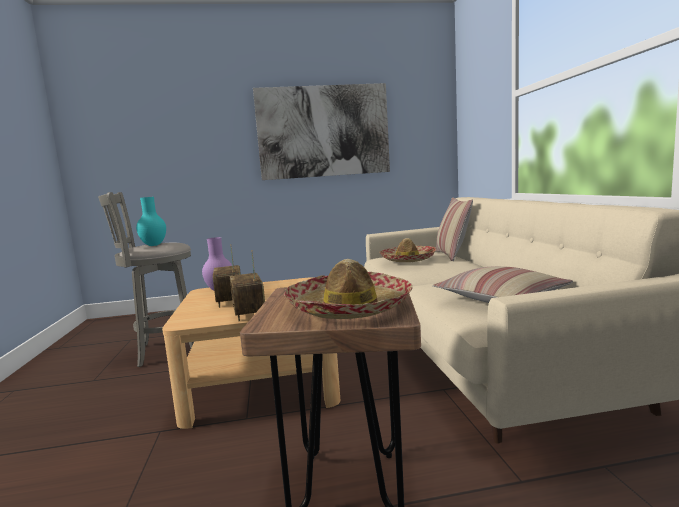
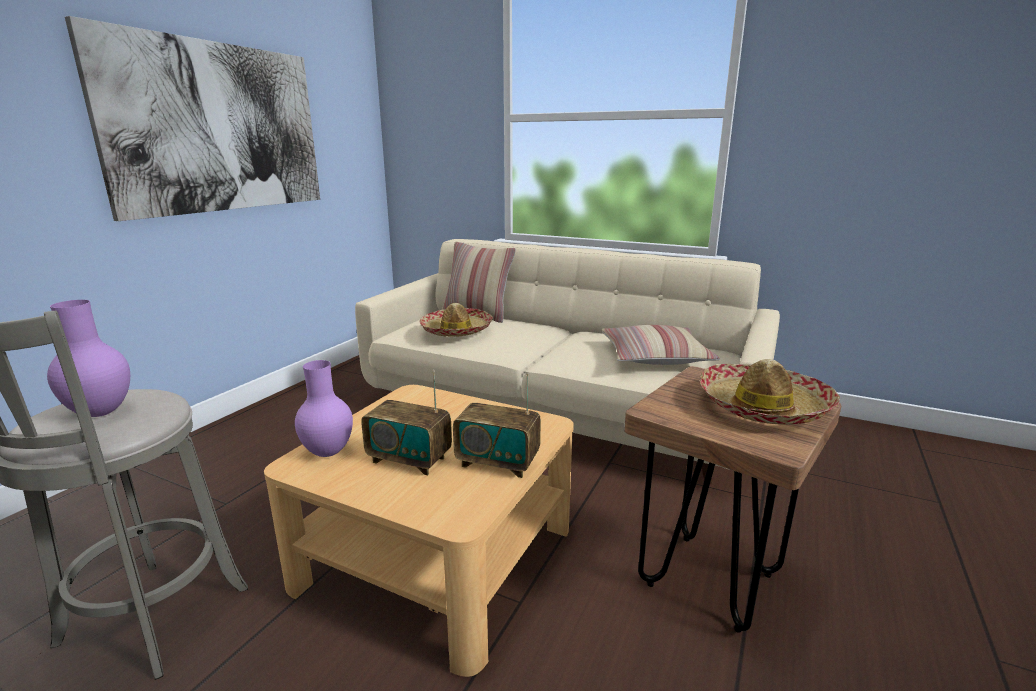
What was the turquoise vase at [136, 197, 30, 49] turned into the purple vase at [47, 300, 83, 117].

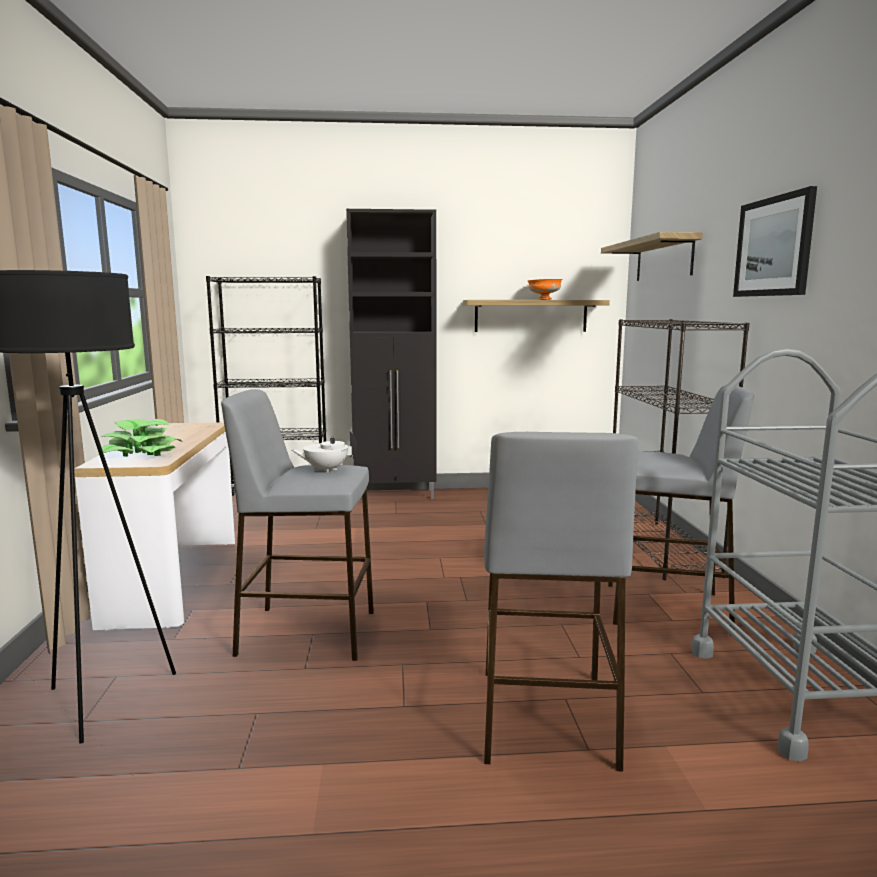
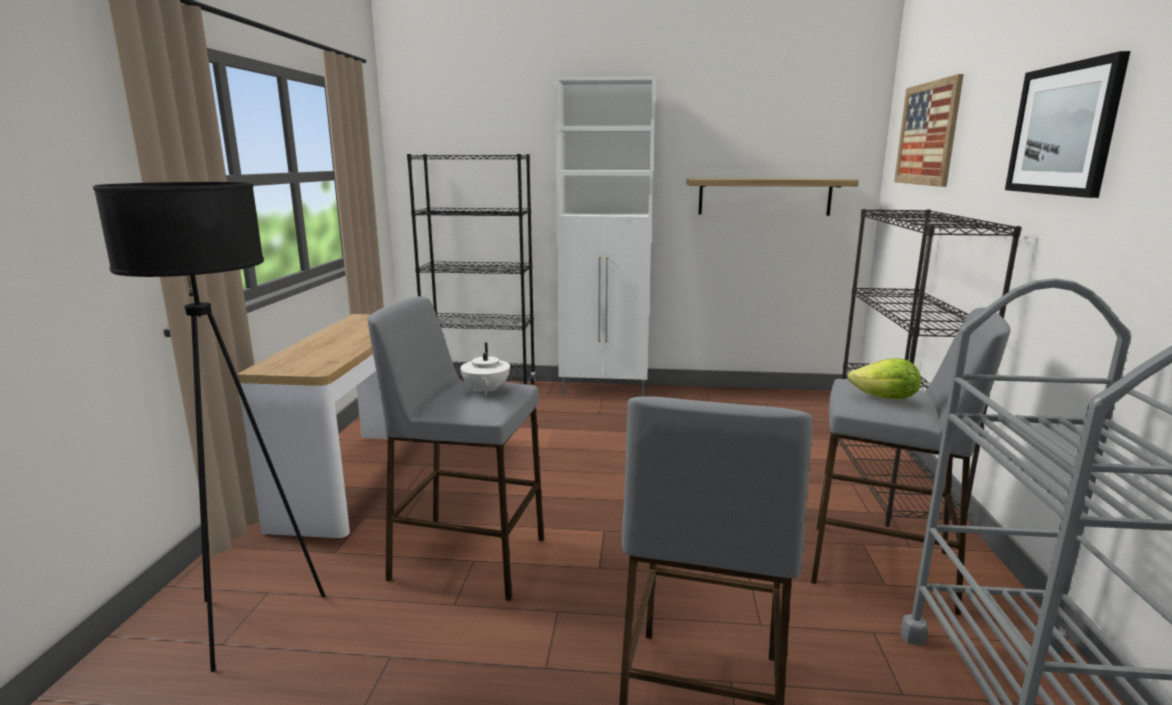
The second view lost the potted plant at [98, 419, 84, 38].
The second view lost the orange bowl at [527, 279, 35, 21].
The second view gained the lettuce at [848, 359, 73, 40].
Where the shelf hung at [601, 232, 102, 49], the picture came to hang at [894, 74, 70, 113].
What was the black cabinet at [346, 209, 91, 292] turned into the white cabinet at [555, 76, 101, 320].
The white teapot at [290, 431, 67, 42] ended up facing another way, 90 degrees counterclockwise from before.

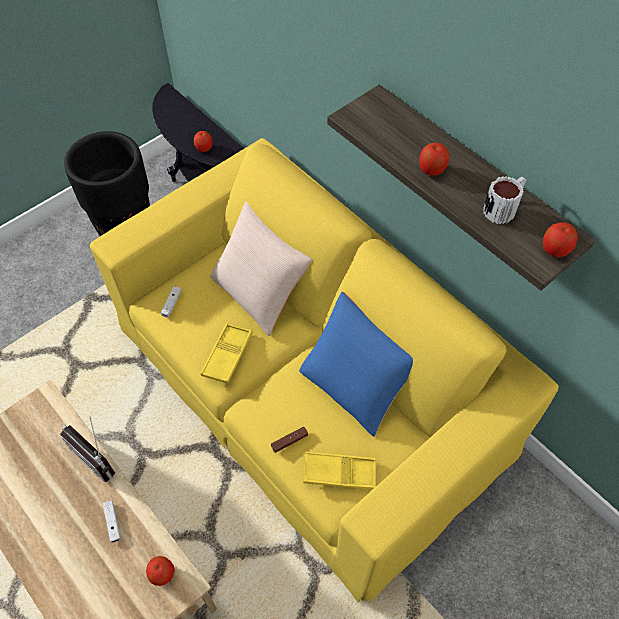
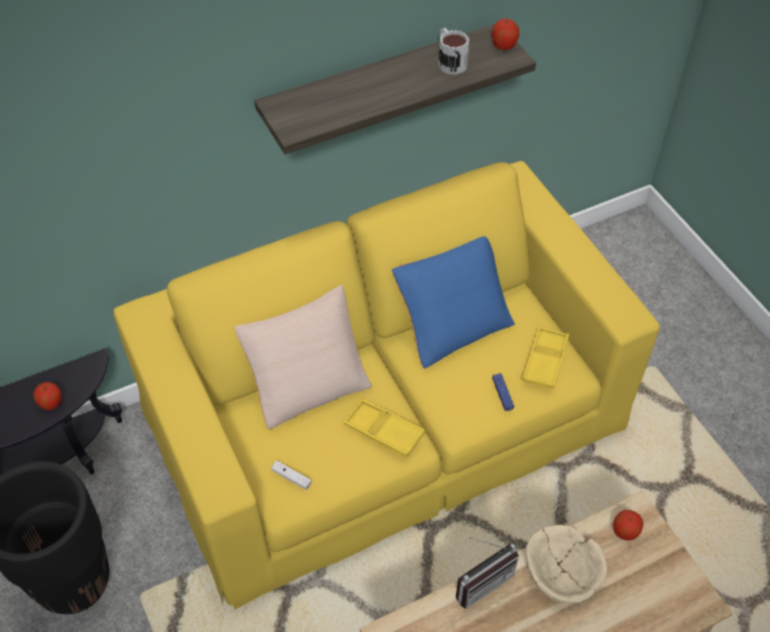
The second view lost the apple at [419, 143, 30, 32].
Where the white game controller stood at [103, 500, 18, 43], the beige bowl came to stand at [526, 525, 81, 78].
What was the brown game controller at [271, 426, 37, 27] turned into the blue game controller at [492, 374, 22, 37].

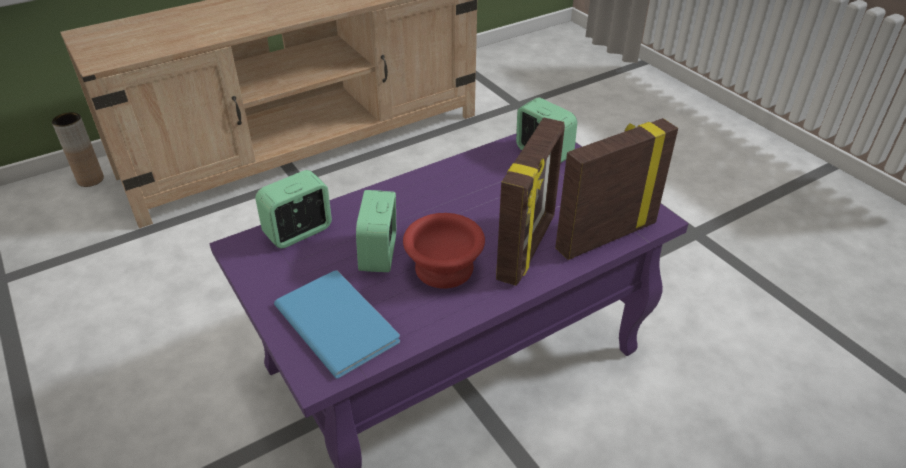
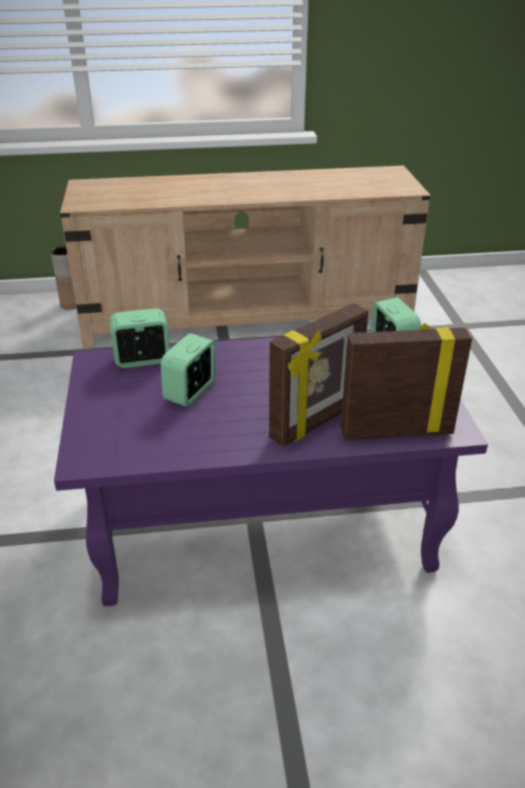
The second view lost the blue book at [274, 270, 126, 108].
The second view lost the red bowl at [403, 213, 82, 76].

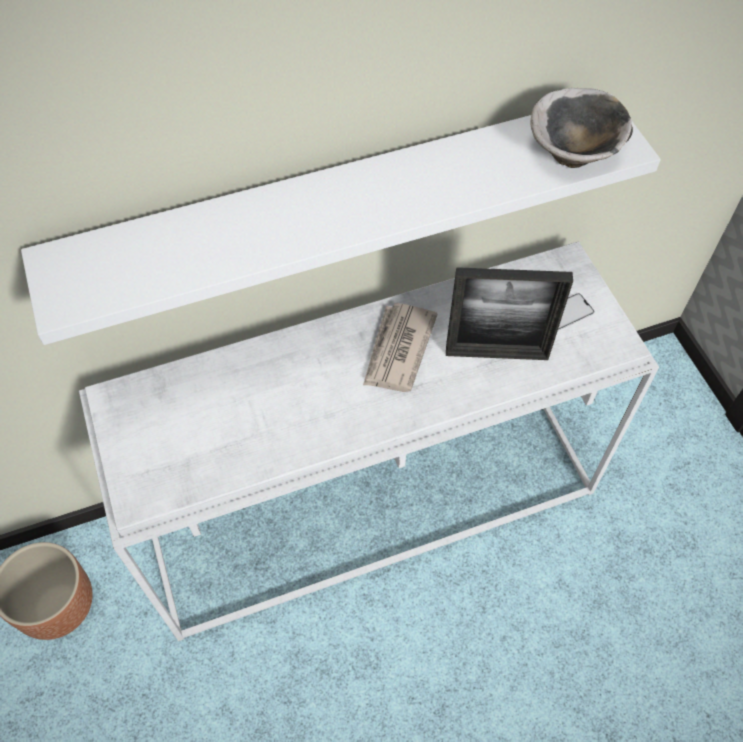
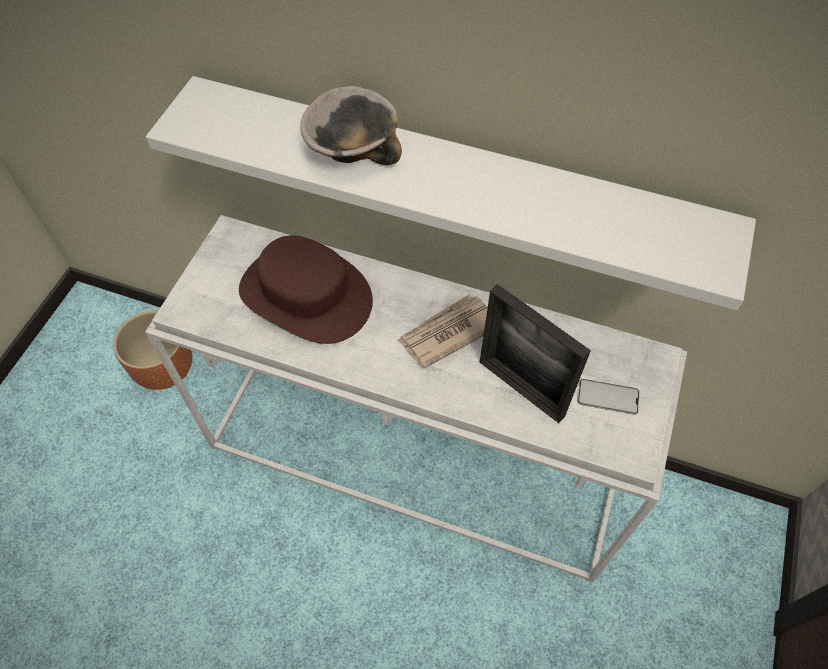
The second view gained the brown hat at [239, 235, 134, 109].
The bowl ended up elsewhere, having gone from [530, 88, 103, 80] to [300, 86, 102, 79].

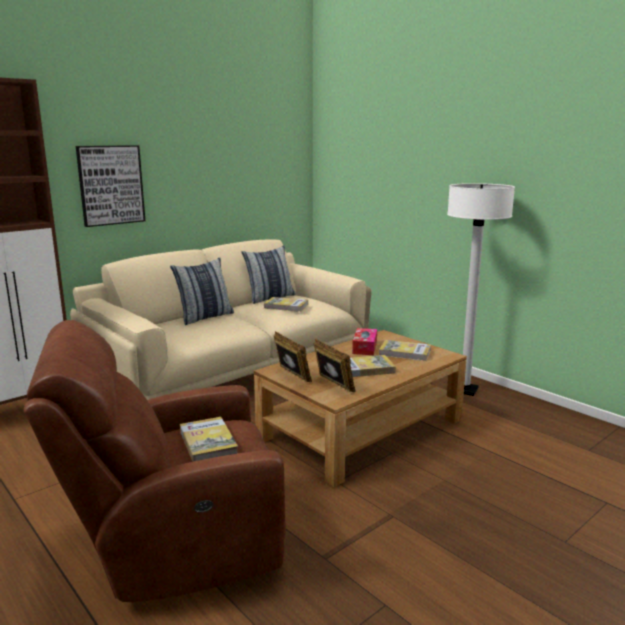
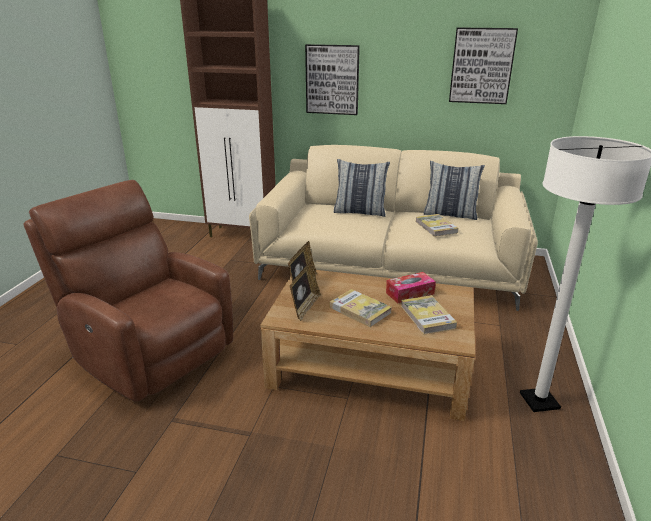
The second view lost the book at [180, 417, 58, 45].
The second view gained the picture at [449, 27, 69, 77].

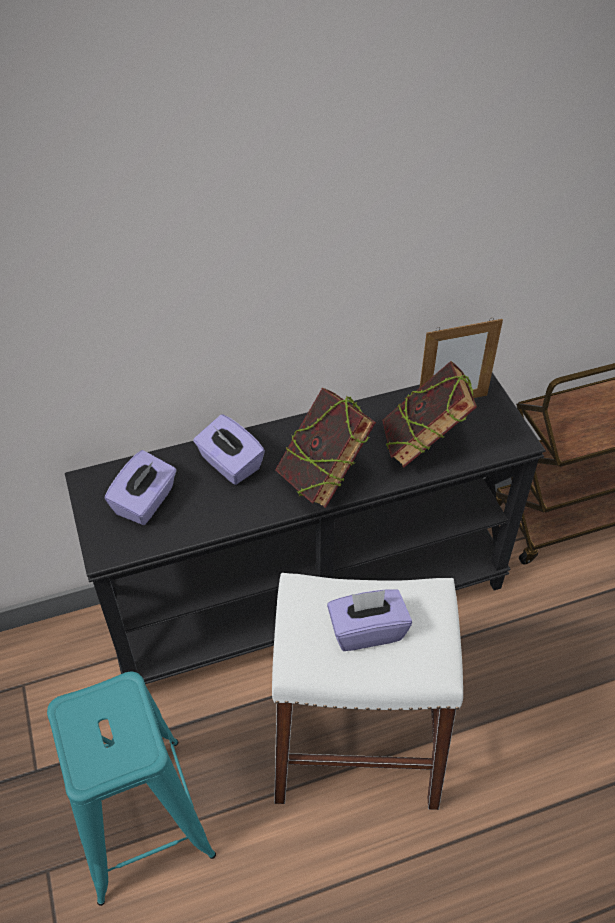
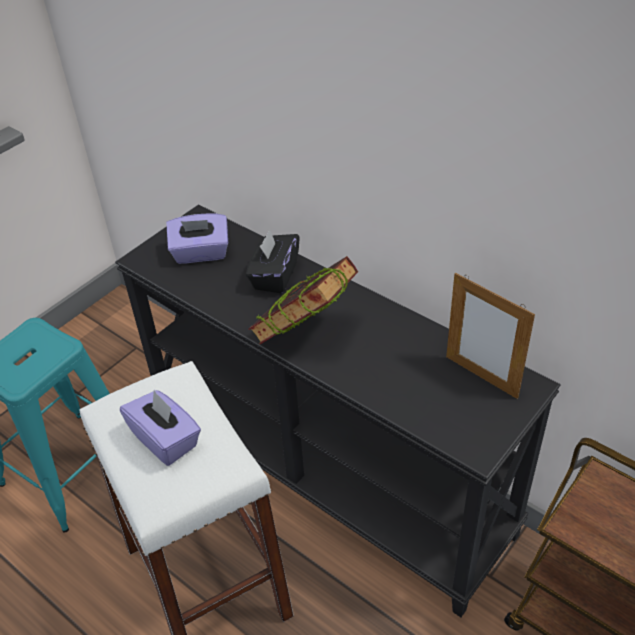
The second view lost the book at [382, 361, 95, 107].
What was the purple tissue box at [193, 414, 72, 71] turned into the black tissue box at [246, 230, 54, 63].

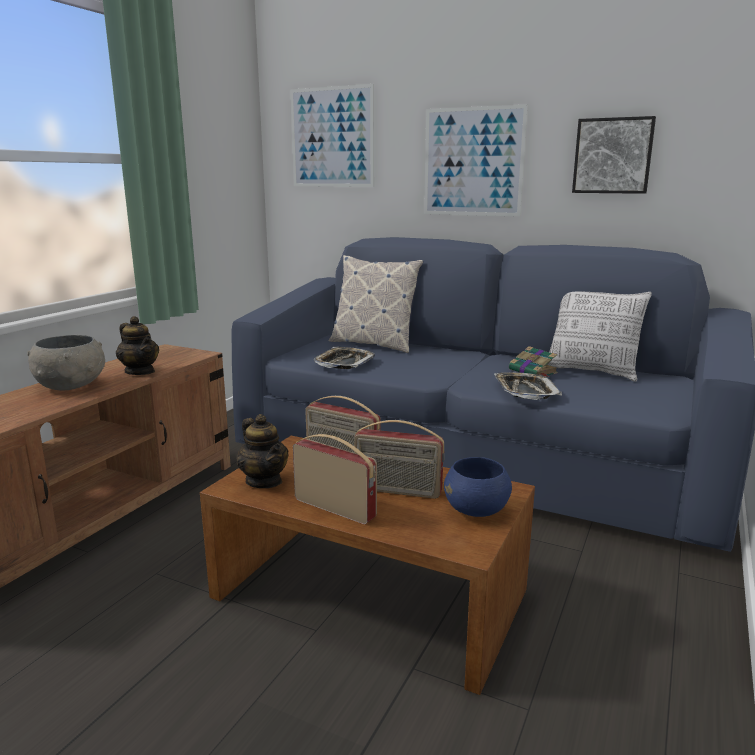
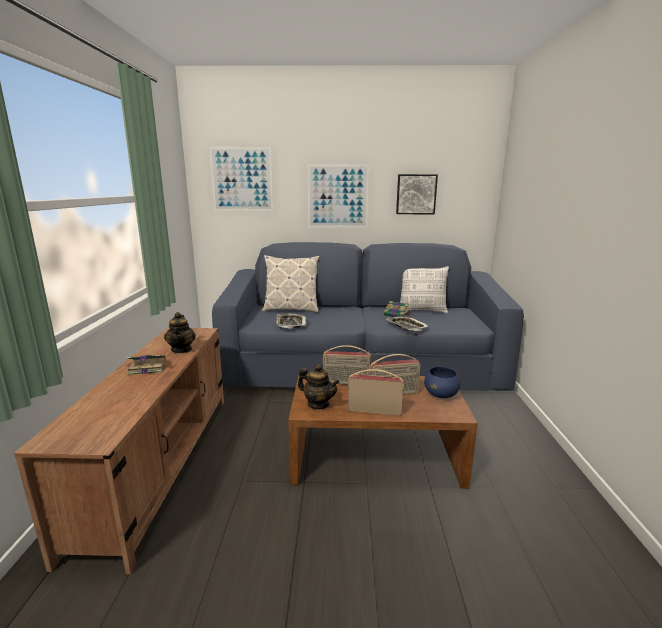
Where the grey bowl stood at [28, 335, 77, 56], the book came to stand at [125, 355, 41, 20].
The teapot at [116, 316, 43, 59] ended up facing another way, 60 degrees clockwise from before.

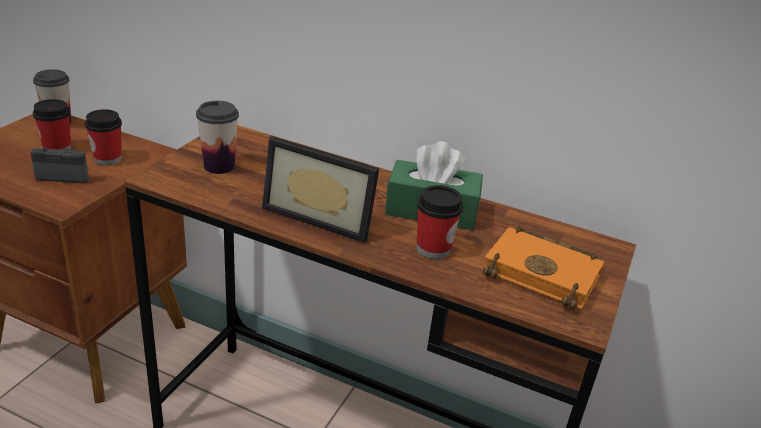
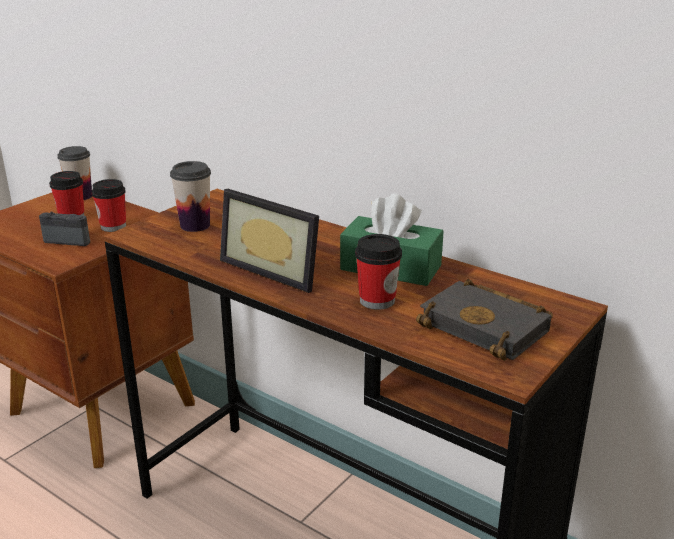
What was the orange book at [482, 226, 122, 84] turned into the black book at [416, 279, 137, 82].

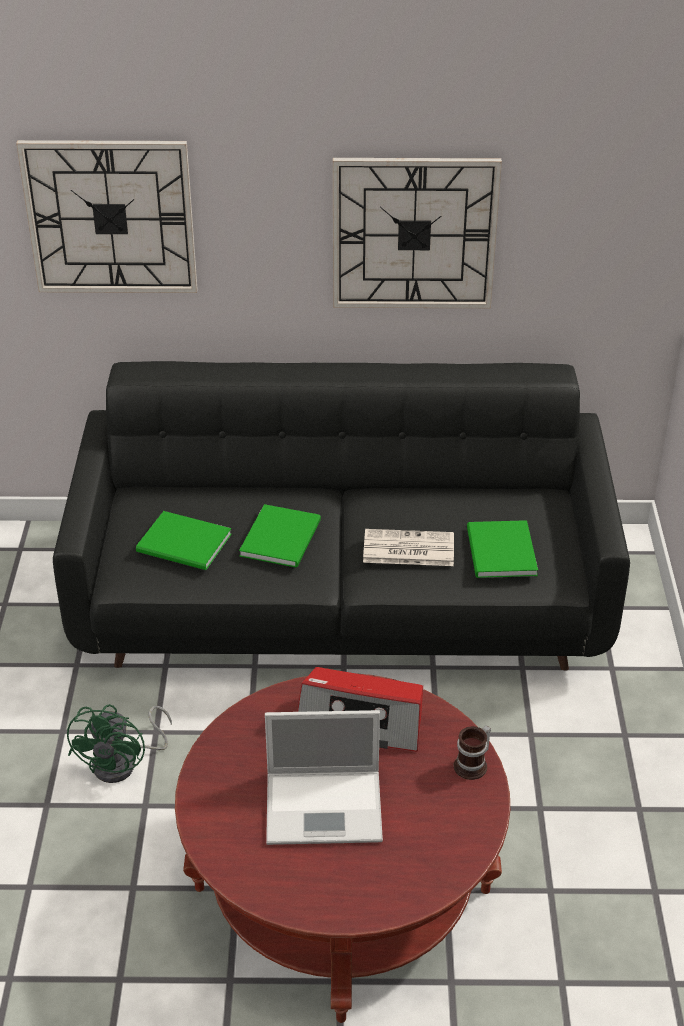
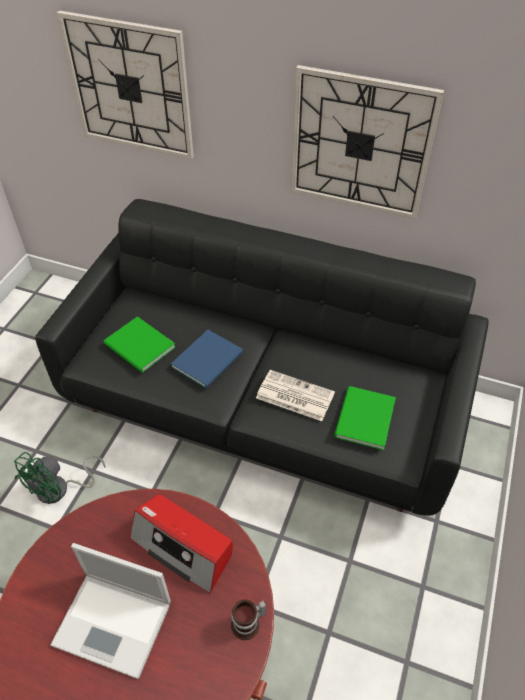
What was the green book at [239, 504, 82, 64] turned into the blue book at [171, 330, 72, 58].

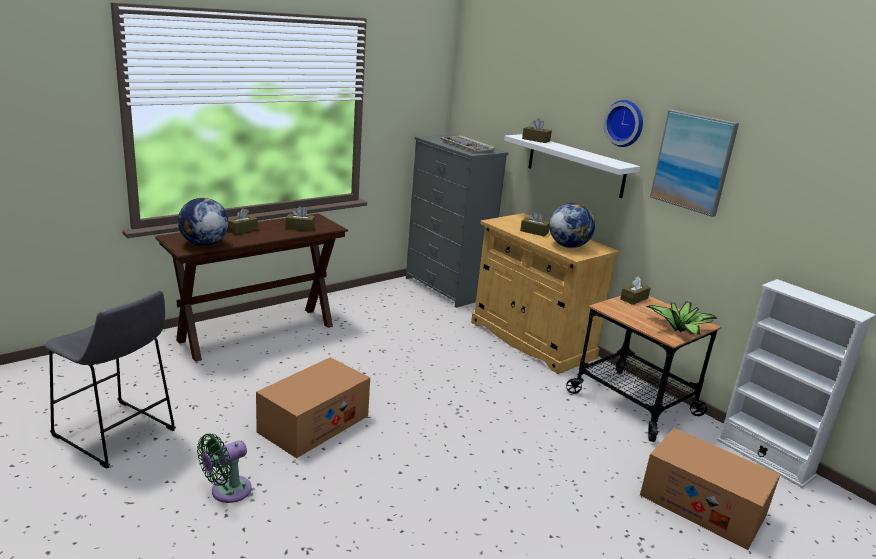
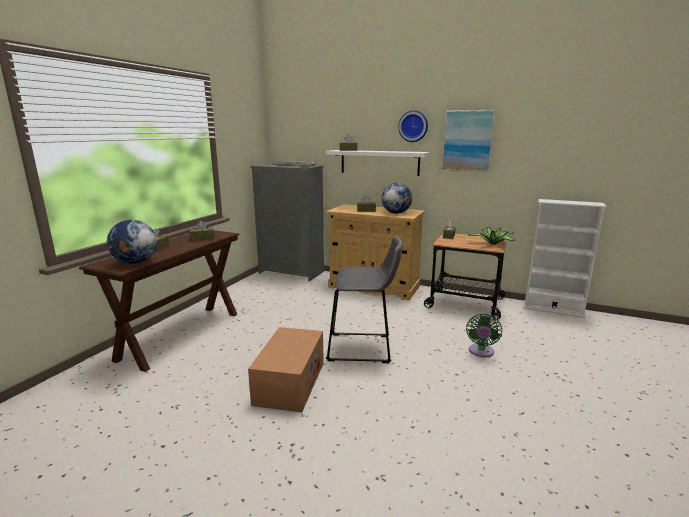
The second view lost the cardboard box at [640, 428, 141, 122].
The grey stool ended up elsewhere, having gone from [45, 290, 131, 179] to [326, 236, 77, 127].
The green fan ended up elsewhere, having gone from [197, 434, 55, 69] to [466, 314, 36, 43].

